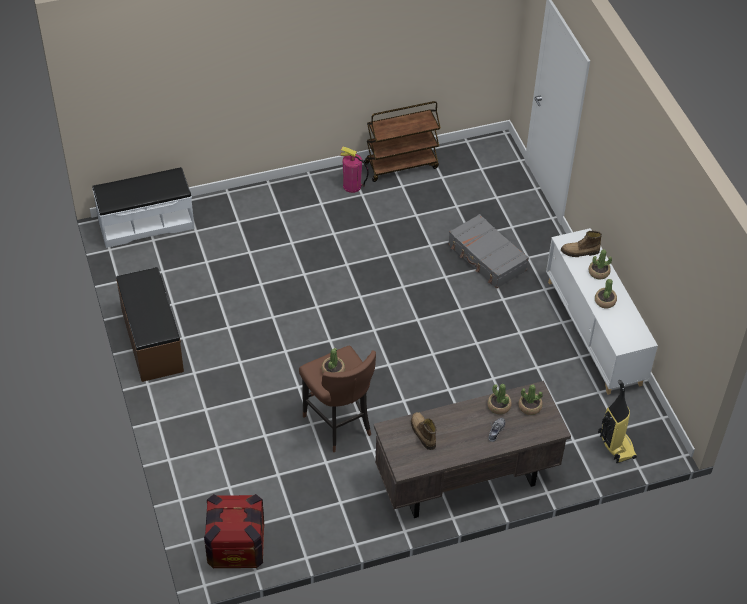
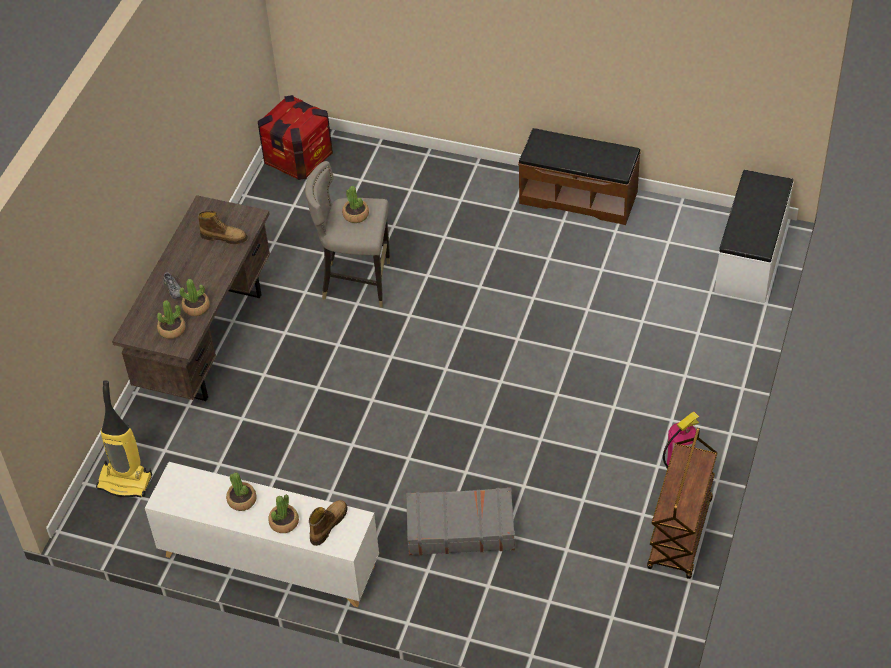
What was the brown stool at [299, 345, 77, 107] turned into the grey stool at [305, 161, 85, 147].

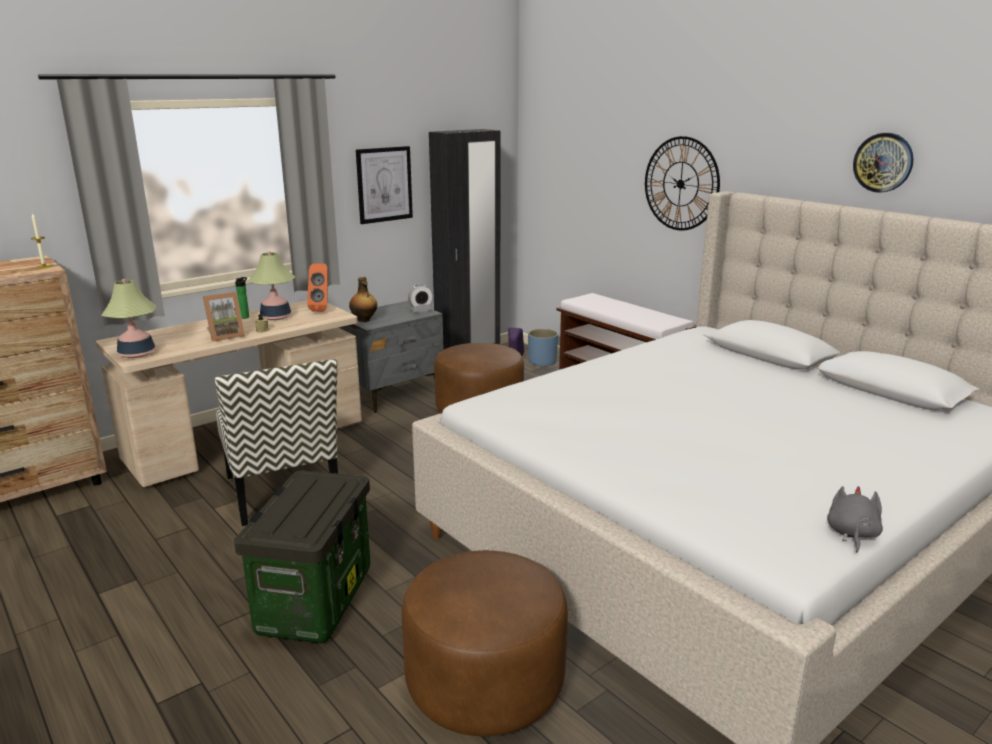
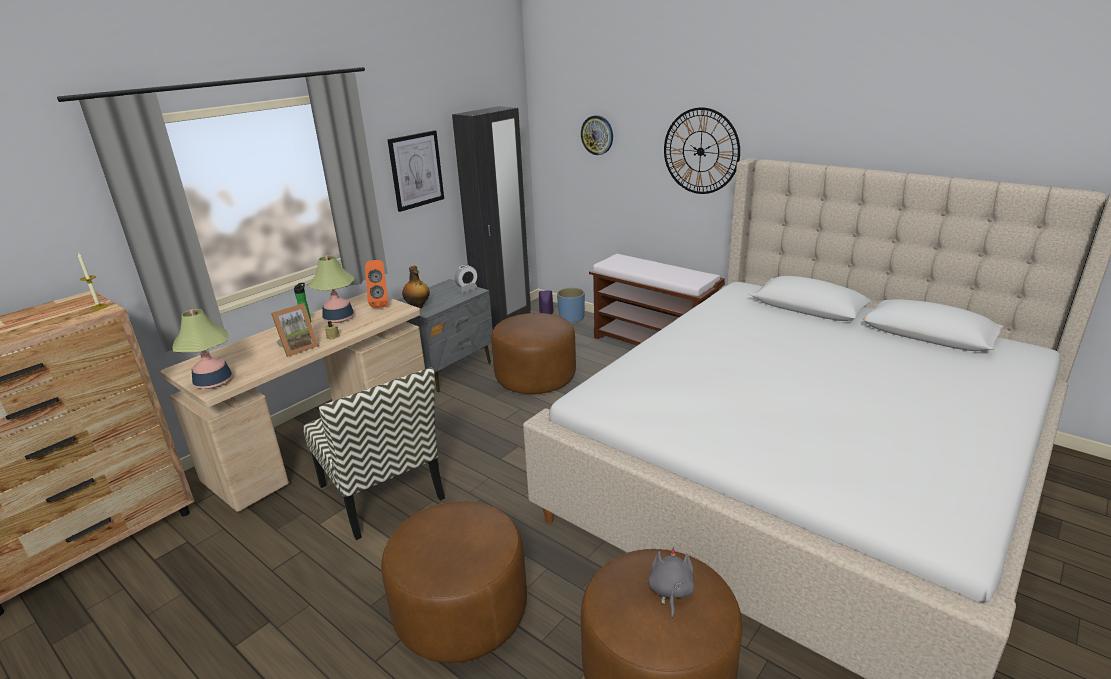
The grey plush toy ended up elsewhere, having gone from [827, 486, 56, 67] to [648, 548, 47, 71].
The wall clock ended up elsewhere, having gone from [853, 133, 61, 60] to [581, 115, 32, 40].
Where the storage box stood at [234, 470, 136, 174], the brown ottoman came to stand at [381, 501, 146, 162].

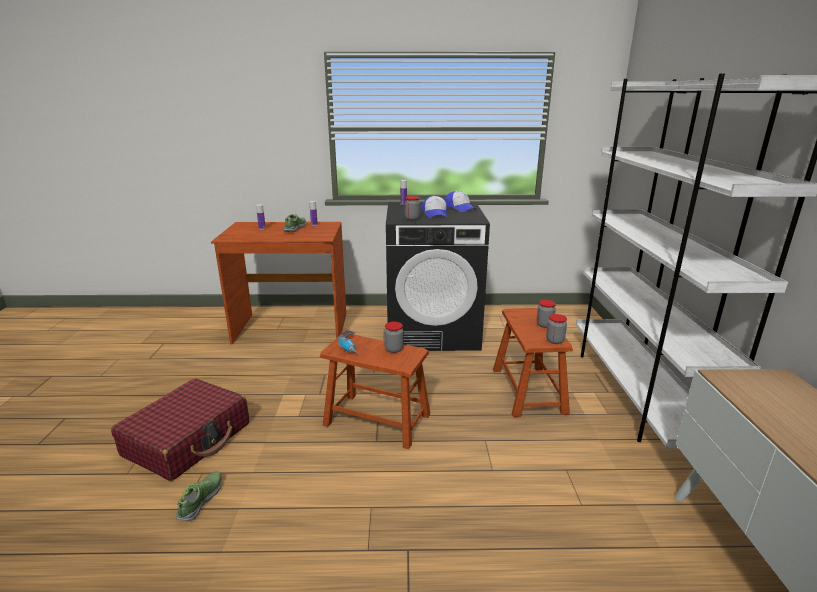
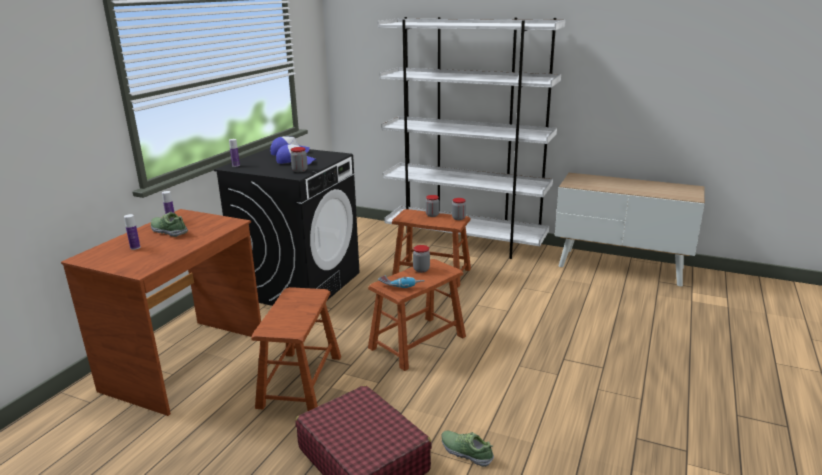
The second view gained the brown stool at [251, 287, 90, 124].

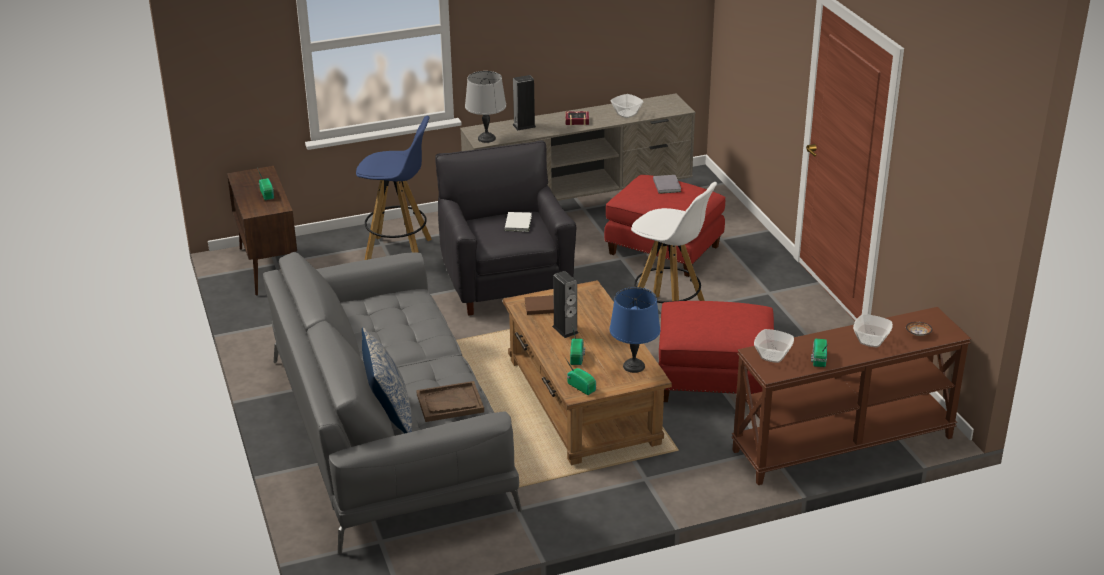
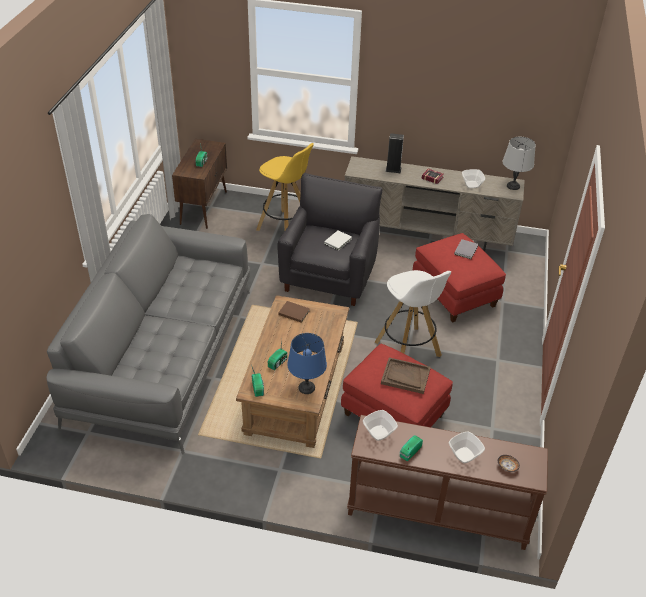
The second view lost the pillow at [362, 327, 50, 106].
The second view lost the speaker at [552, 271, 27, 67].
The brown tray ended up elsewhere, having gone from [416, 381, 68, 41] to [381, 357, 50, 37].
The grey table lamp ended up elsewhere, having gone from [465, 71, 41, 72] to [502, 137, 34, 53].
What was the blue stool at [356, 116, 76, 144] turned into the yellow stool at [256, 143, 58, 88].

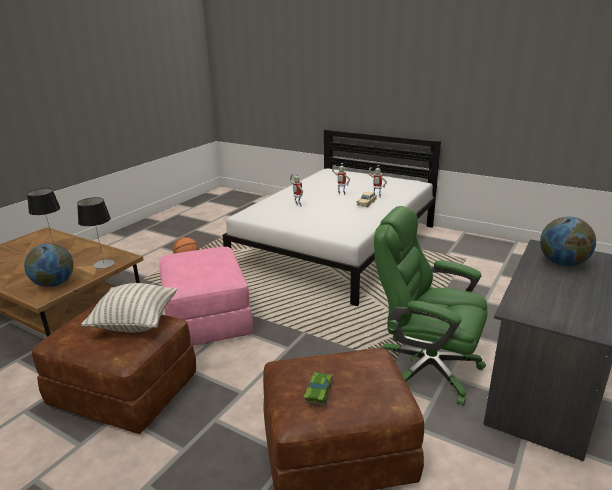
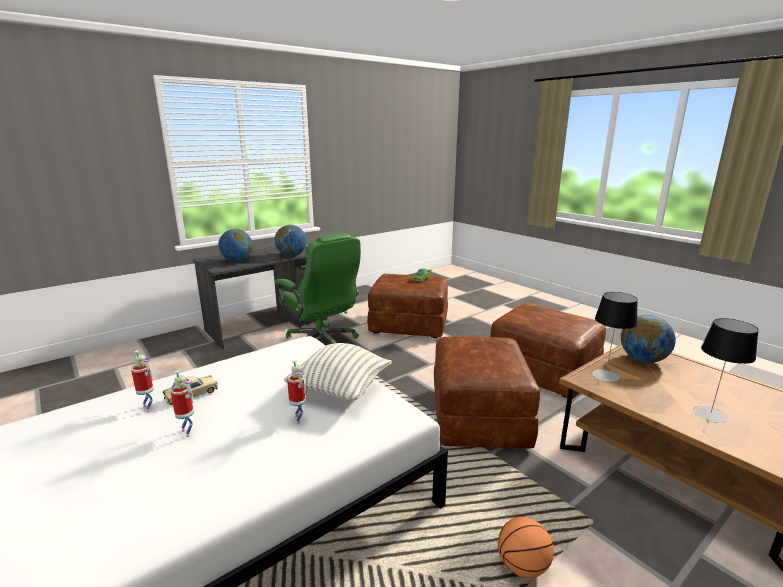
The second view gained the globe at [275, 225, 32, 31].
The pillow ended up elsewhere, having gone from [81, 283, 96, 49] to [283, 343, 109, 57].
What was the pink ottoman at [159, 247, 94, 99] turned into the brown ottoman at [434, 336, 106, 113].

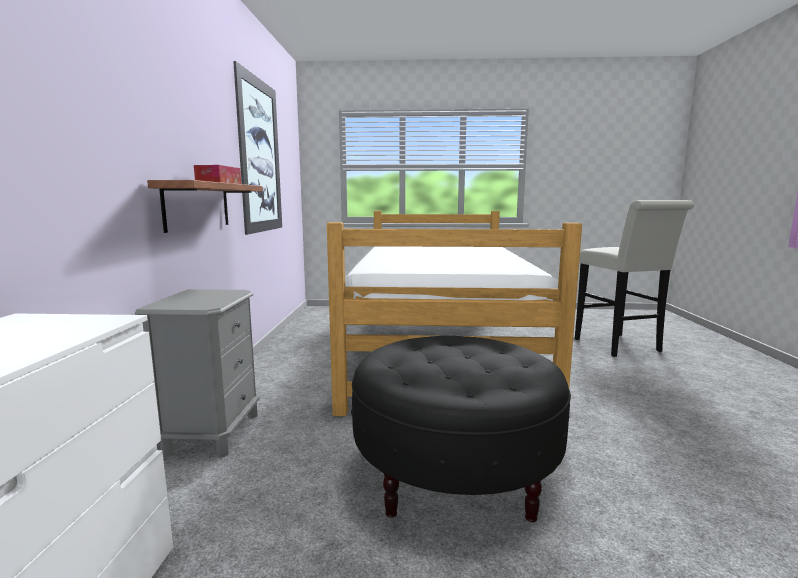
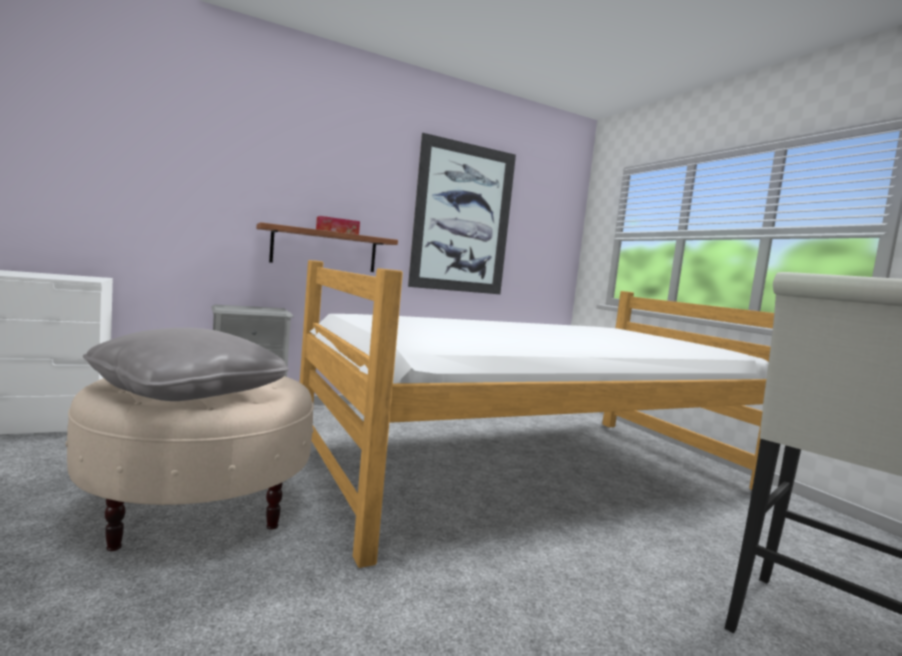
The second view gained the grey pillow at [83, 328, 206, 73].
What was the black ottoman at [351, 336, 220, 186] turned into the beige ottoman at [65, 376, 249, 175].

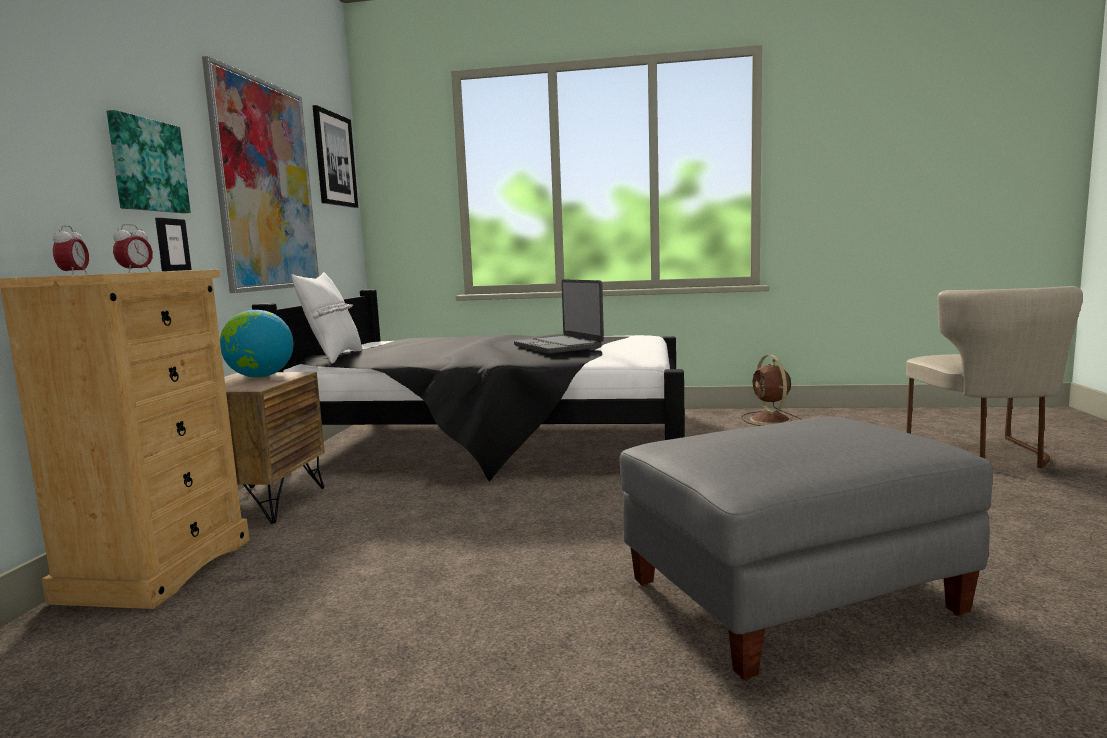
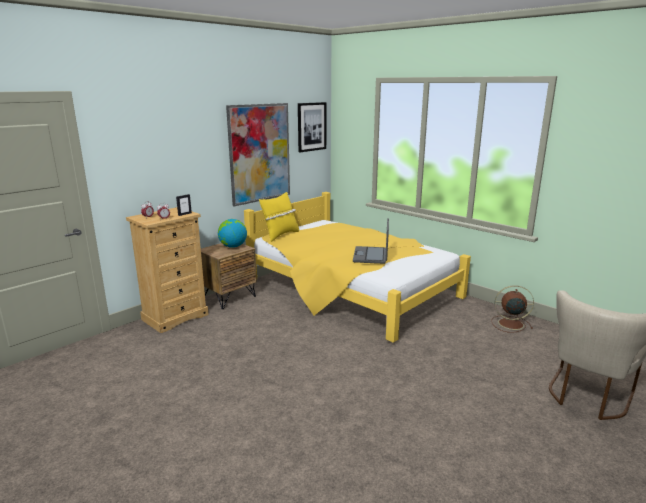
The second view lost the picture at [107, 110, 84, 103].
The second view lost the grey ottoman at [620, 417, 373, 263].
What was the black bed at [252, 290, 433, 192] turned into the yellow bed at [244, 192, 227, 151].
What was the white pillow at [292, 272, 70, 92] turned into the yellow pillow at [259, 192, 40, 50].
The brown fan at [741, 355, 61, 71] ended up facing another way, 75 degrees clockwise from before.

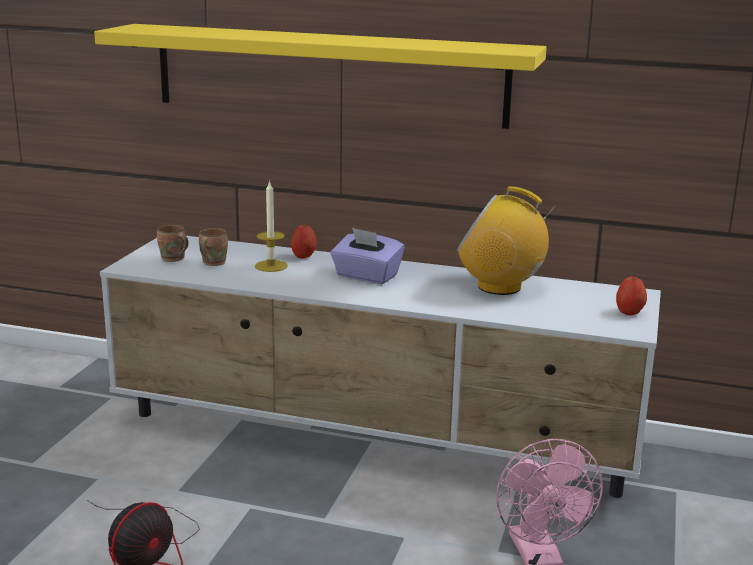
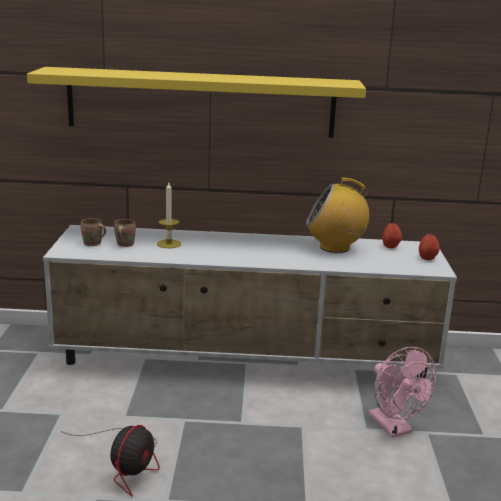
The second view lost the purple tissue box at [331, 228, 73, 56].
The apple ended up elsewhere, having gone from [291, 225, 26, 34] to [382, 223, 20, 25].

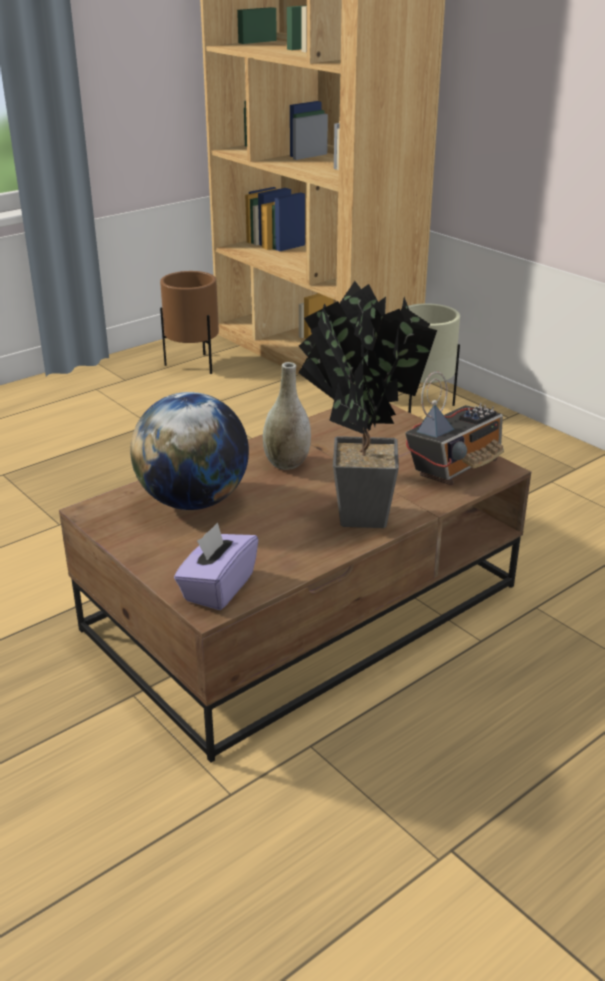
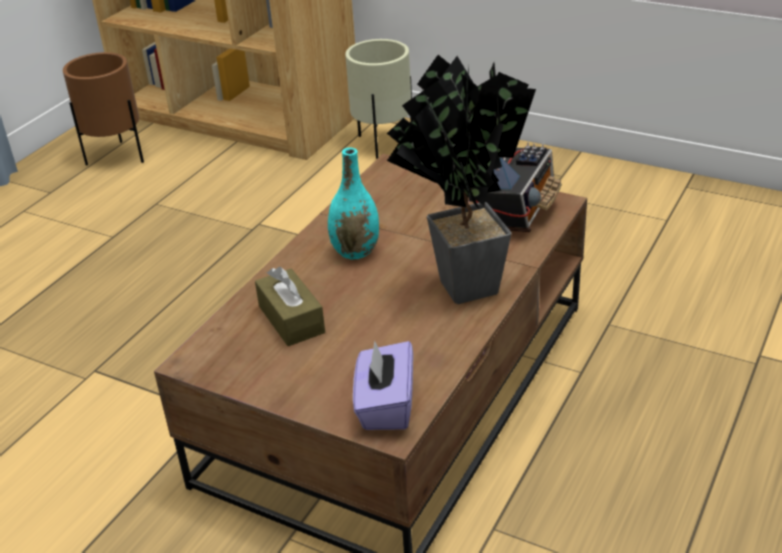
Where the globe stood at [130, 392, 119, 118], the brown tissue box came to stand at [255, 267, 70, 79].
What was the grey vase at [263, 362, 48, 108] turned into the turquoise vase at [328, 148, 51, 112].

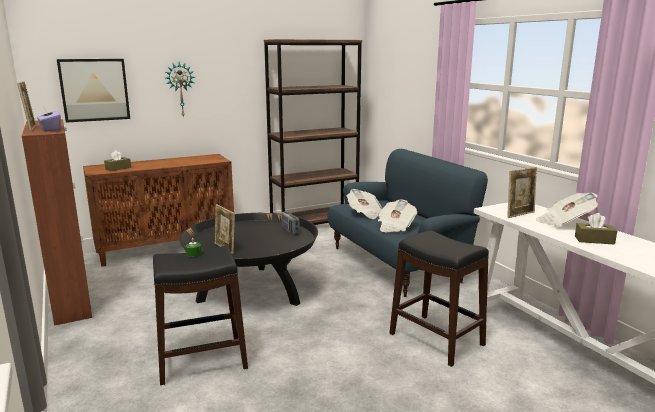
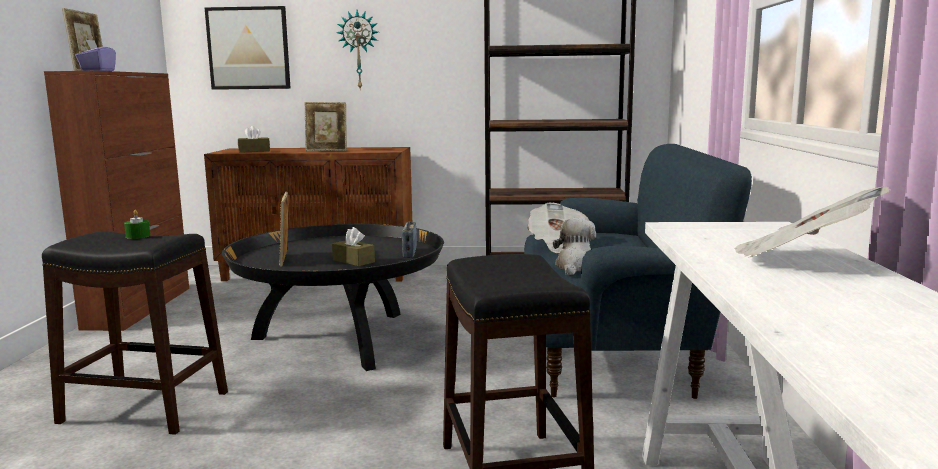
The picture frame ended up elsewhere, having gone from [507, 167, 30, 51] to [305, 102, 42, 49].
The brown tissue box ended up elsewhere, having gone from [575, 213, 42, 32] to [332, 227, 43, 39].
Where the newspaper stood at [378, 199, 39, 33], the plush toy came to stand at [553, 218, 43, 57].

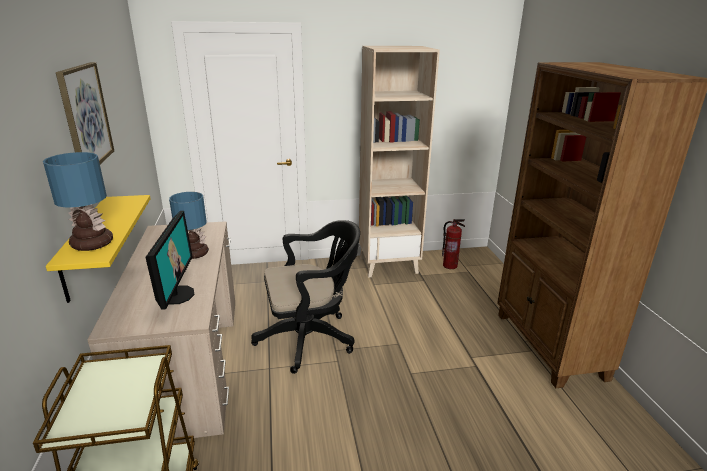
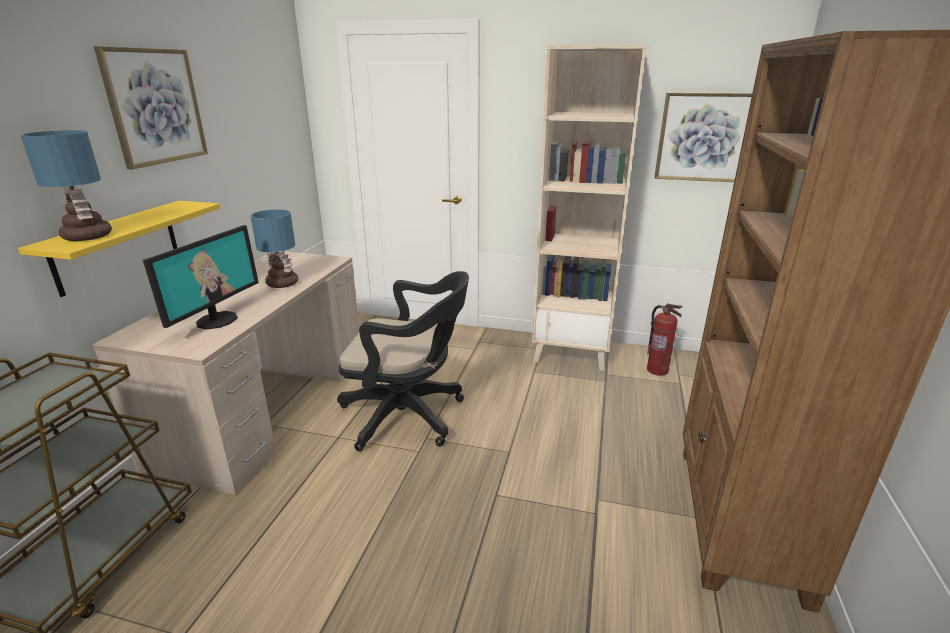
The second view gained the picture at [654, 92, 98, 90].

